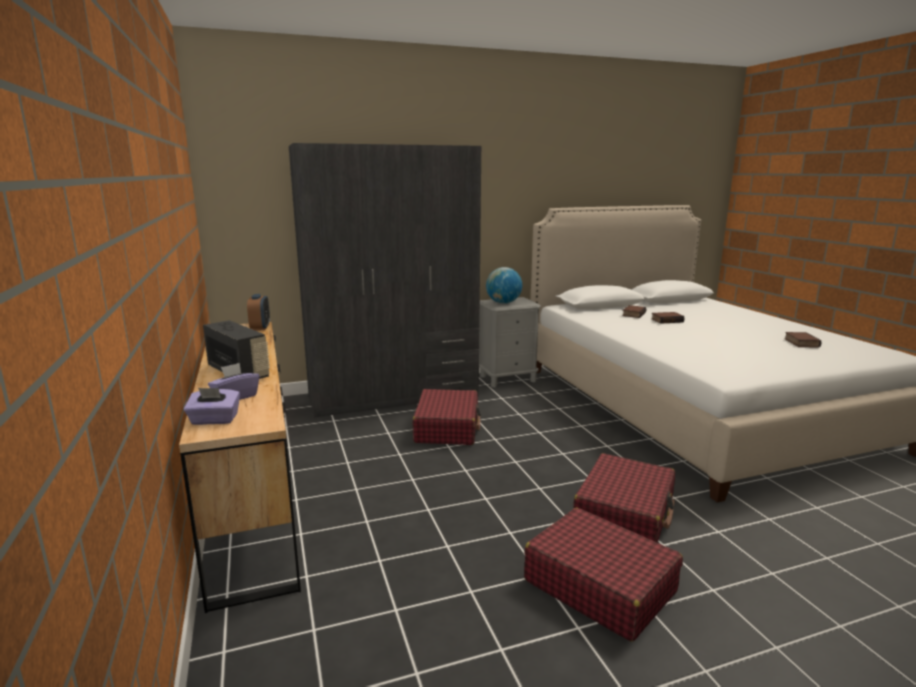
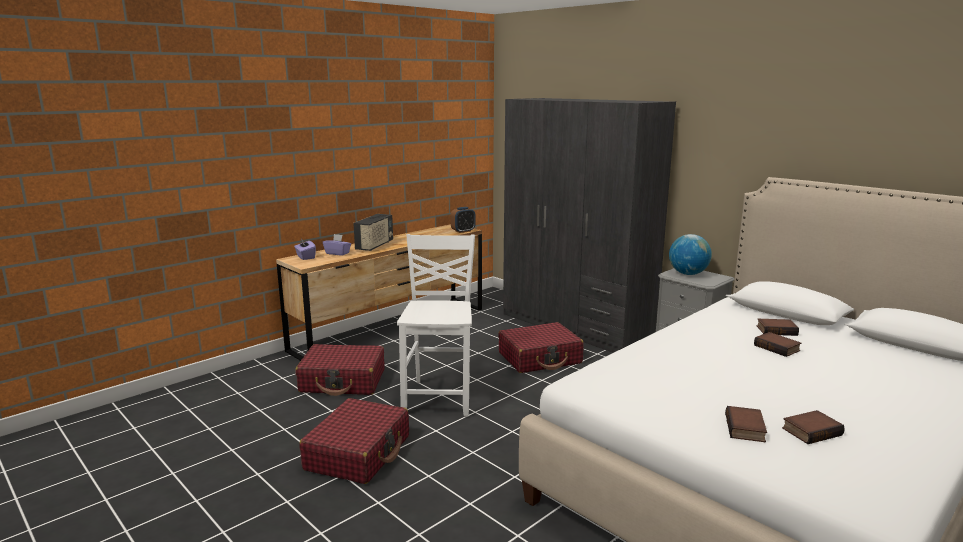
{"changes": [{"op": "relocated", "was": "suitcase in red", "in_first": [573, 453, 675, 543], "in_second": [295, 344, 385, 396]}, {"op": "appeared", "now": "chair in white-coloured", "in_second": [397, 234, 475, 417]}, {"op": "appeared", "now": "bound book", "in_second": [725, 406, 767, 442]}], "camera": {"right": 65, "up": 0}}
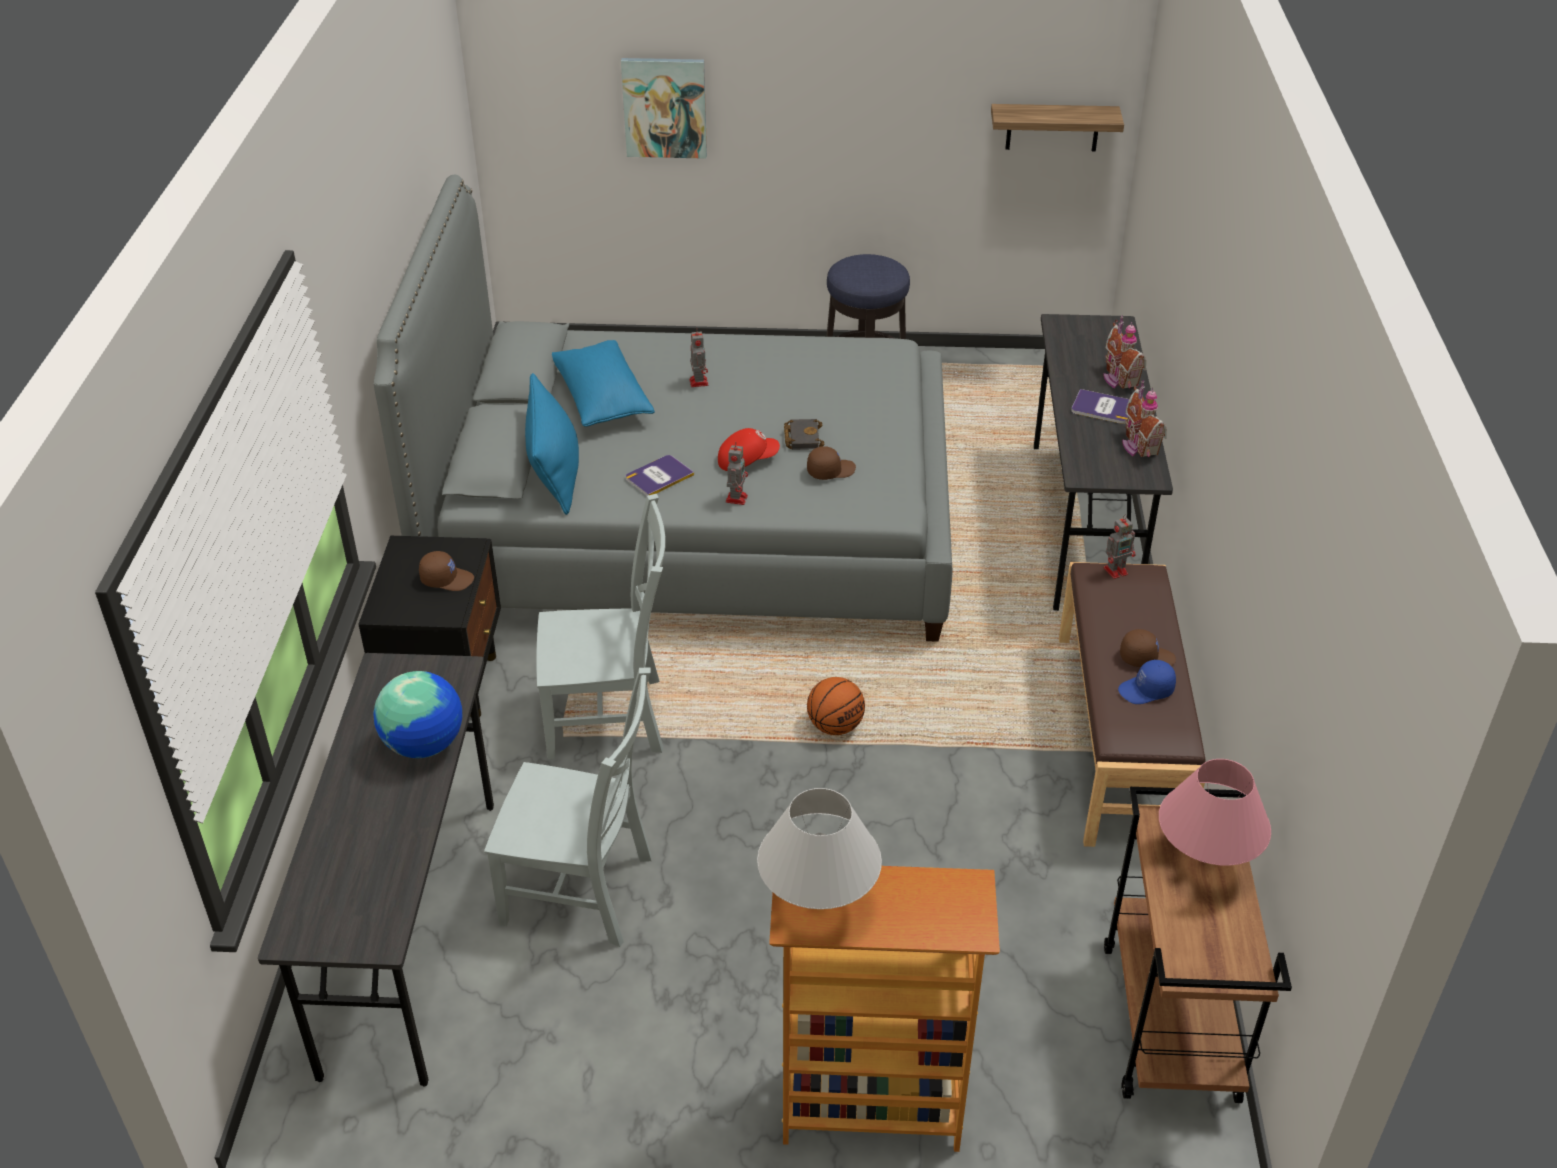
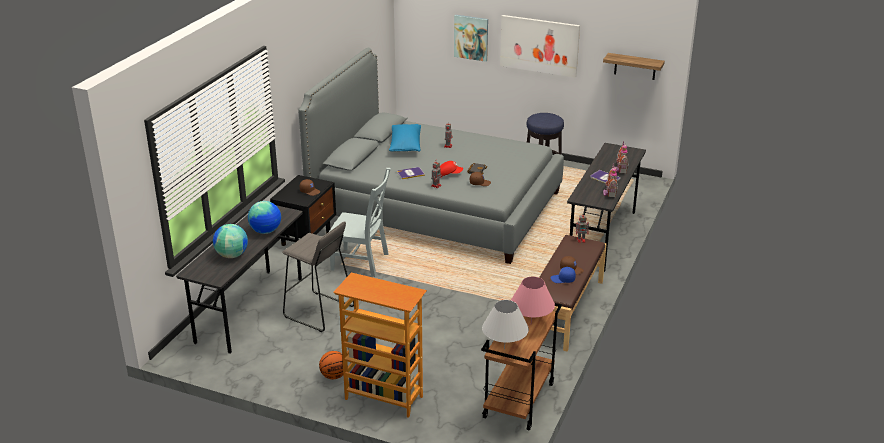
{"changes": [{"op": "appeared", "now": "world globe", "in_second": [213, 224, 248, 258]}, {"op": "exchanged", "was": "chair in gray", "now": "stool seat in gray", "in_first": [484, 667, 652, 947], "in_second": [282, 222, 354, 332]}, {"op": "relocated", "was": "basketball ball", "in_first": [807, 677, 865, 735], "in_second": [319, 351, 343, 379]}, {"op": "relocated", "was": "tabletop lamp in white-coloured", "in_first": [757, 788, 882, 909], "in_second": [482, 300, 529, 349]}, {"op": "appeared", "now": "wall picture", "in_second": [500, 15, 580, 78]}, {"op": "missing", "was": "cushion in bluish", "in_first": [525, 373, 579, 515]}], "camera": {"right": 20, "up": -10}}
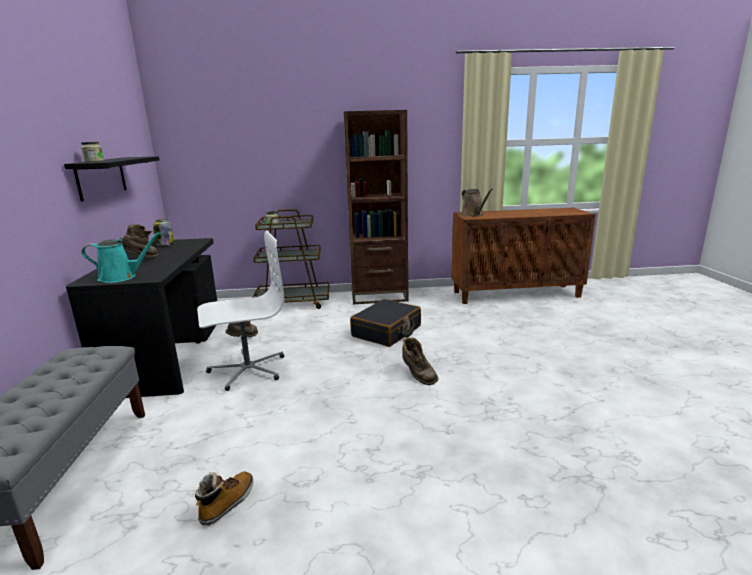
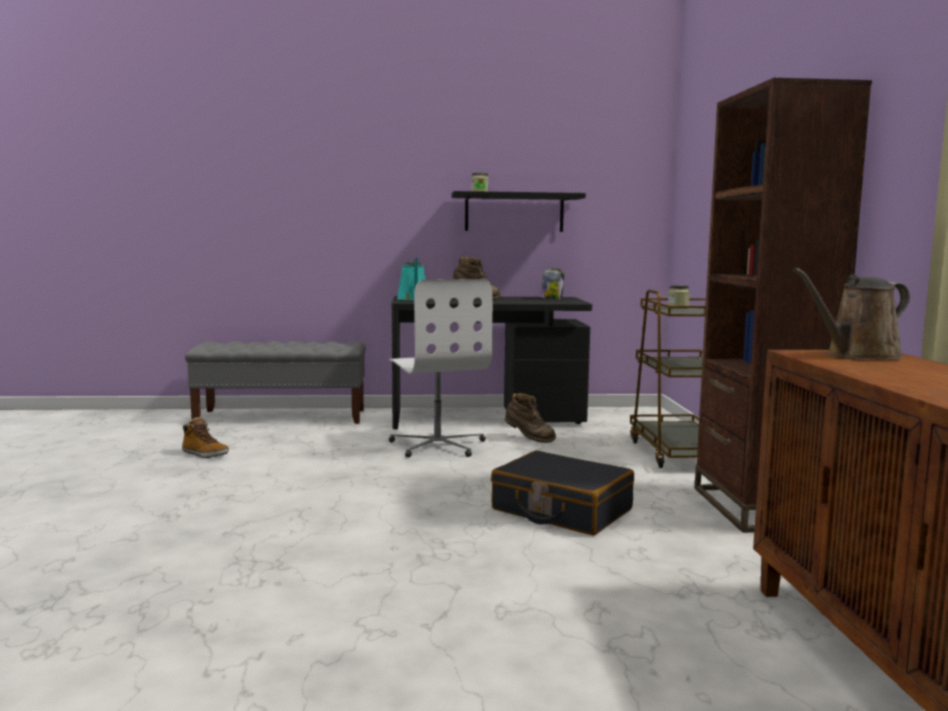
{"changes": [{"op": "missing", "was": "high-top boot in brownish", "in_first": [402, 337, 438, 385]}], "camera": {"right": 90, "up": -10}}
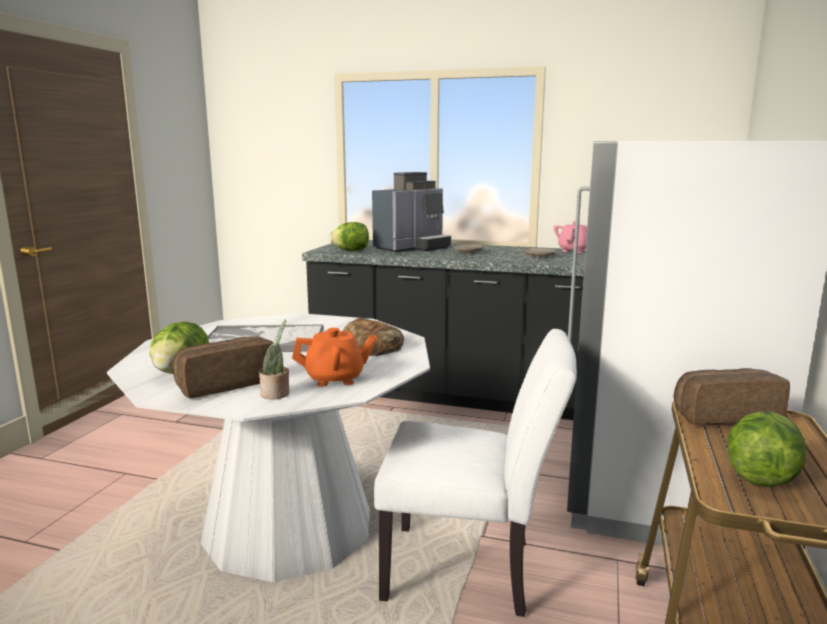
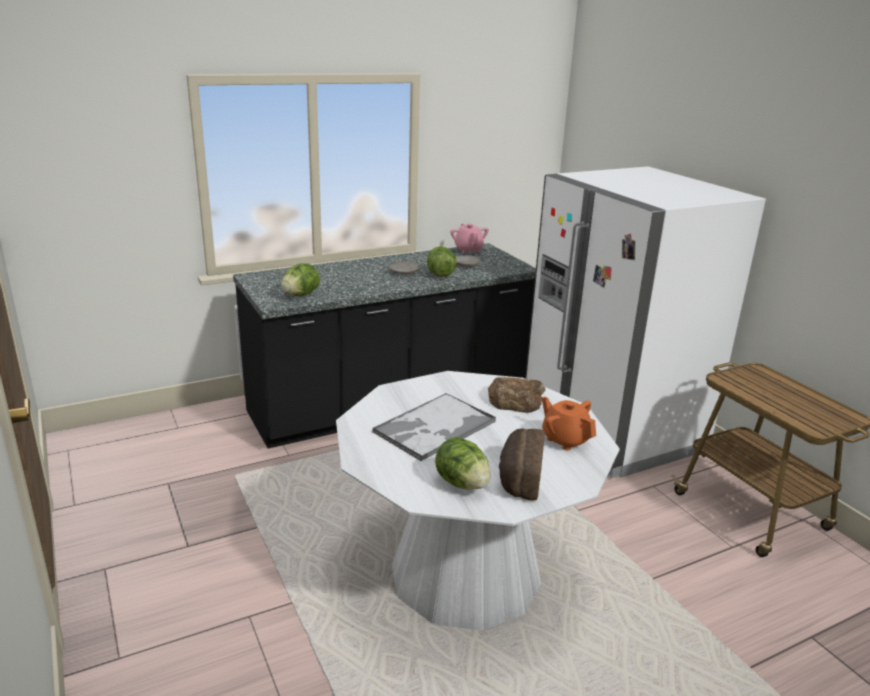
{"changes": [{"op": "relocated", "was": "lettuce", "in_first": [727, 411, 806, 487], "in_second": [427, 246, 457, 277]}, {"op": "spun", "was": "pot for tea in orange", "in_first": [292, 328, 376, 387], "in_second": [542, 397, 596, 450], "clockwise": -75}, {"op": "missing", "was": "houseplant", "in_first": [259, 320, 289, 400]}, {"op": "missing", "was": "coffee brewer", "in_first": [372, 172, 451, 252]}, {"op": "missing", "was": "chair in white-coloured", "in_first": [374, 329, 577, 617]}, {"op": "missing", "was": "baked bread", "in_first": [674, 368, 790, 426]}], "camera": {"right": -45, "up": 10}}
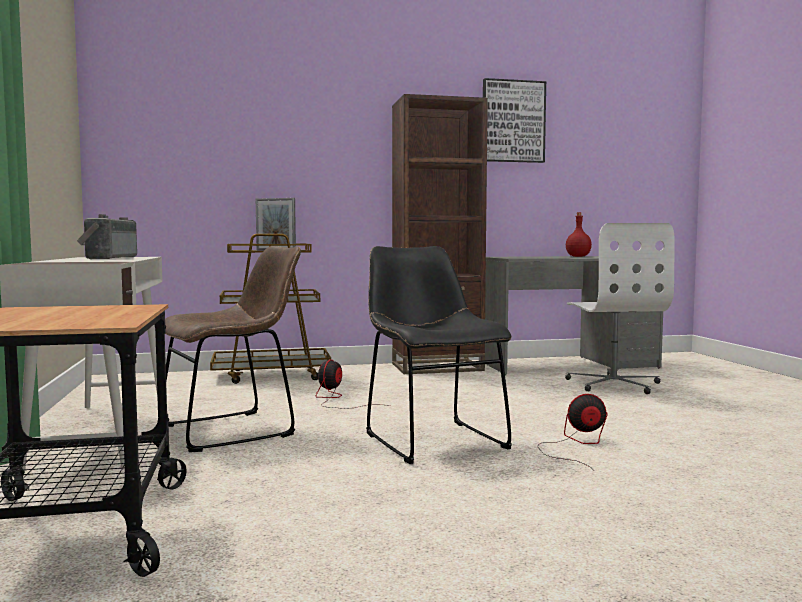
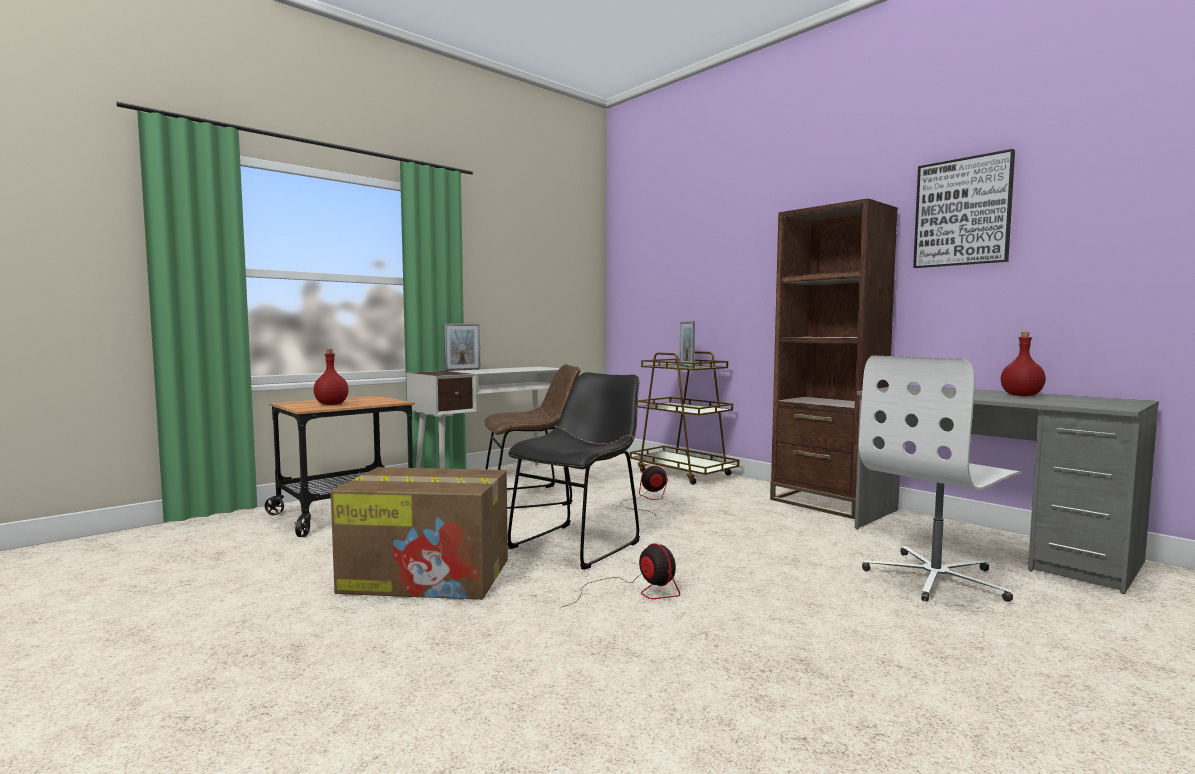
{"changes": [{"op": "appeared", "now": "beverage bottle in red", "in_second": [314, 349, 349, 405]}, {"op": "appeared", "now": "packing box", "in_second": [331, 467, 508, 600]}, {"op": "appeared", "now": "standing frame", "in_second": [444, 323, 480, 371]}, {"op": "spun", "was": "chair in brownish", "in_first": [165, 246, 301, 452], "in_second": [484, 364, 580, 509], "clockwise": -45}, {"op": "missing", "was": "radio receiver", "in_first": [77, 214, 137, 259]}], "camera": {"right": 60, "up": 0}}
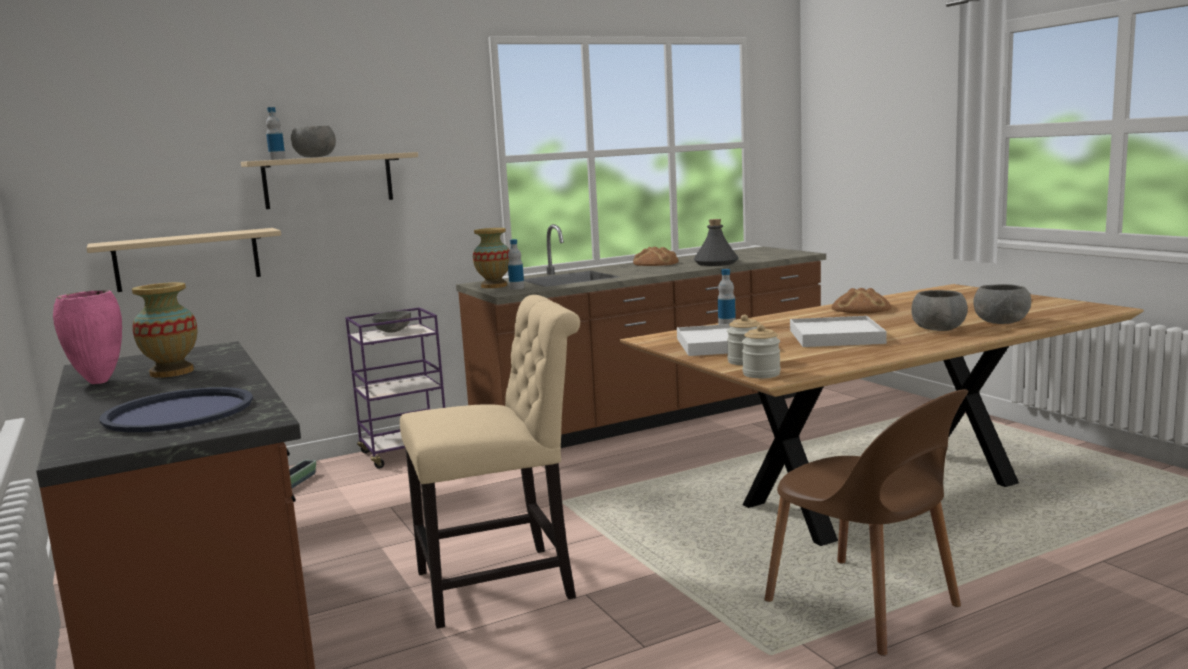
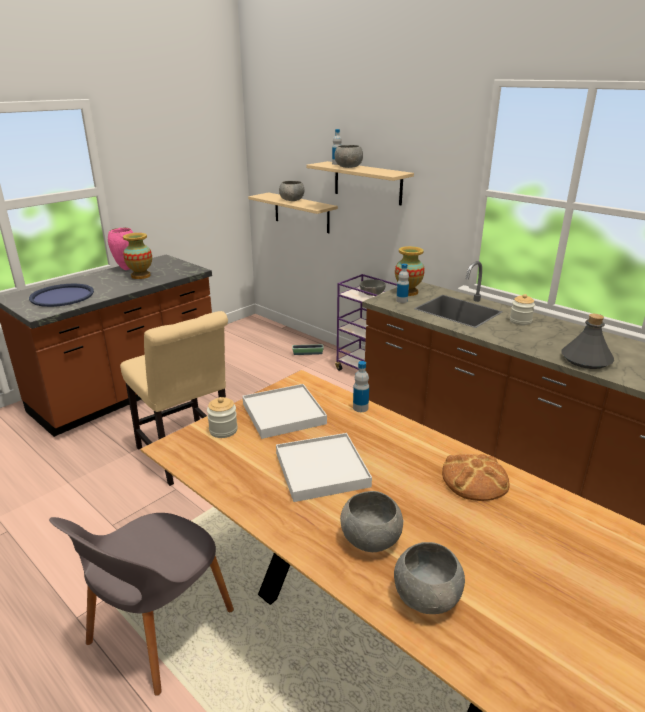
{"changes": [{"op": "colour", "was": "chair in brownish", "now": "chair in gray", "in_first": [764, 389, 968, 656], "in_second": [49, 513, 234, 696]}, {"op": "appeared", "now": "serving bowl in gray", "in_second": [279, 181, 304, 201]}, {"op": "relocated", "was": "storage jar", "in_first": [742, 324, 781, 378], "in_second": [510, 294, 535, 325]}, {"op": "missing", "was": "baked bread", "in_first": [633, 247, 679, 266]}], "camera": {"right": 70, "up": 15}}
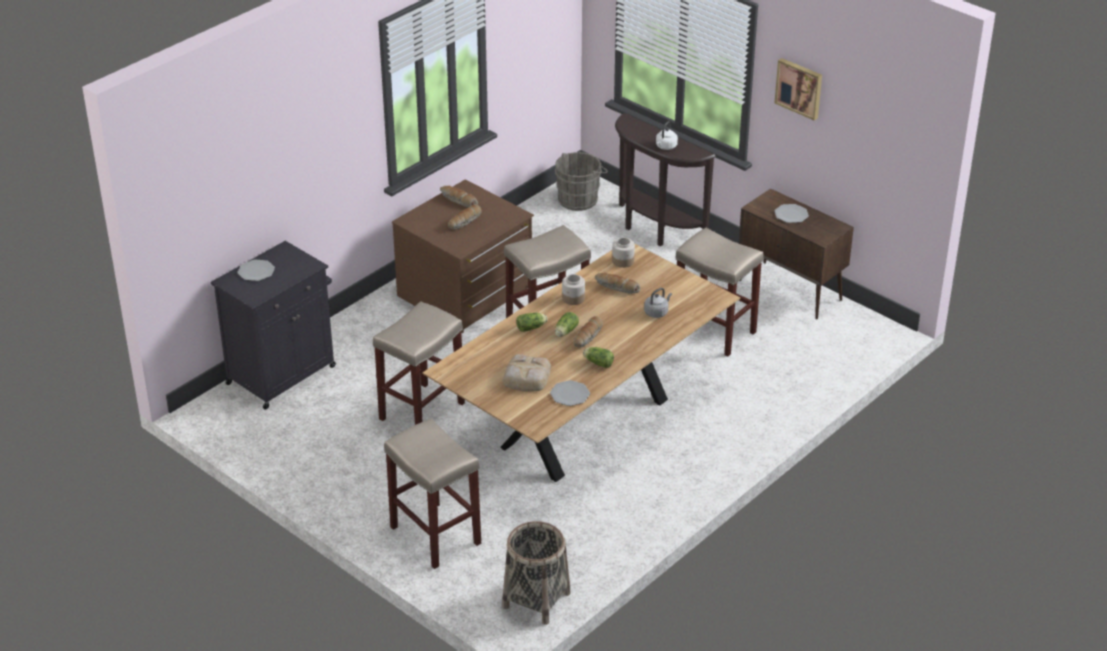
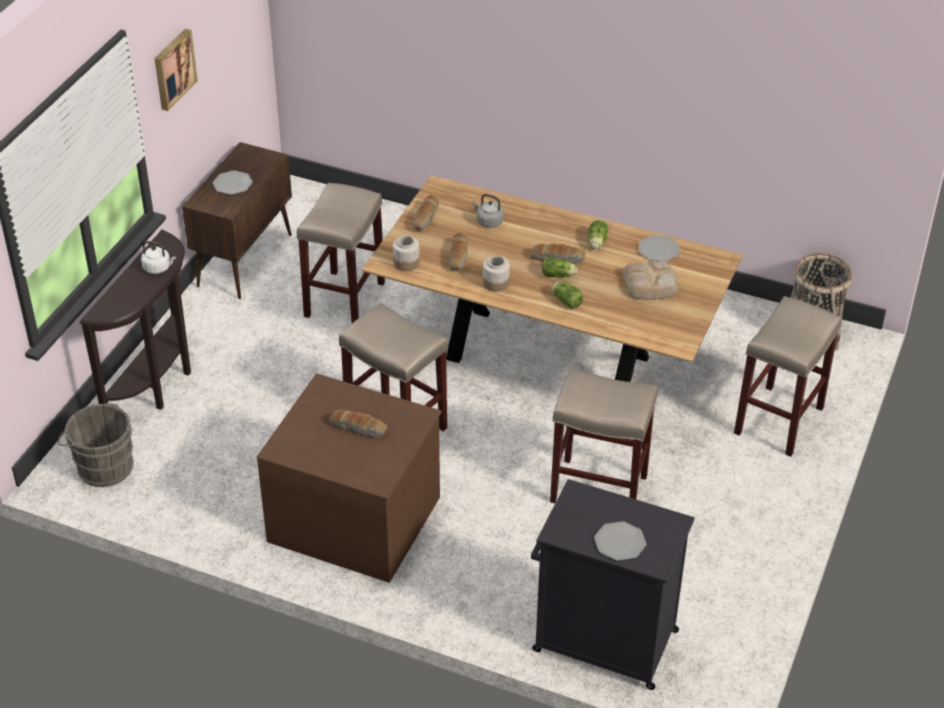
{"changes": [{"op": "relocated", "was": "baked bread", "in_first": [440, 186, 478, 207], "in_second": [413, 195, 439, 231]}], "camera": {"right": -110, "up": 5}}
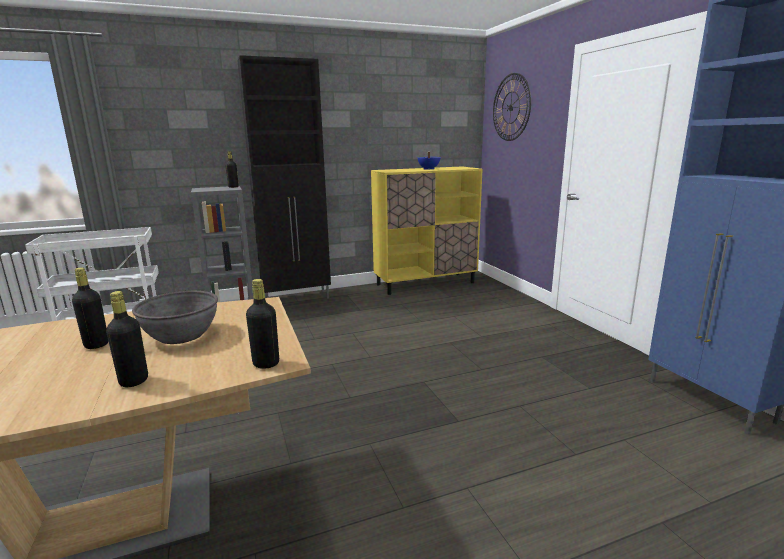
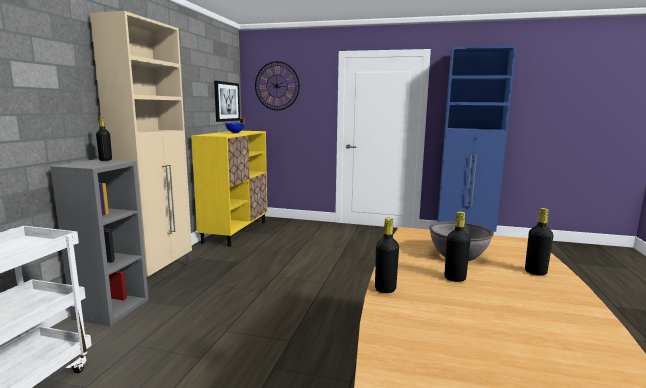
{"changes": [{"op": "colour", "was": "storage cabinet in black-coloured", "now": "storage cabinet in beige", "in_first": [238, 55, 331, 299], "in_second": [90, 11, 192, 292]}, {"op": "appeared", "now": "wall picture", "in_second": [214, 81, 240, 122]}, {"op": "relocated", "was": "beverage bottle in black-coloured", "in_first": [246, 279, 279, 369], "in_second": [375, 218, 399, 293]}], "camera": {"right": -55, "up": -5}}
